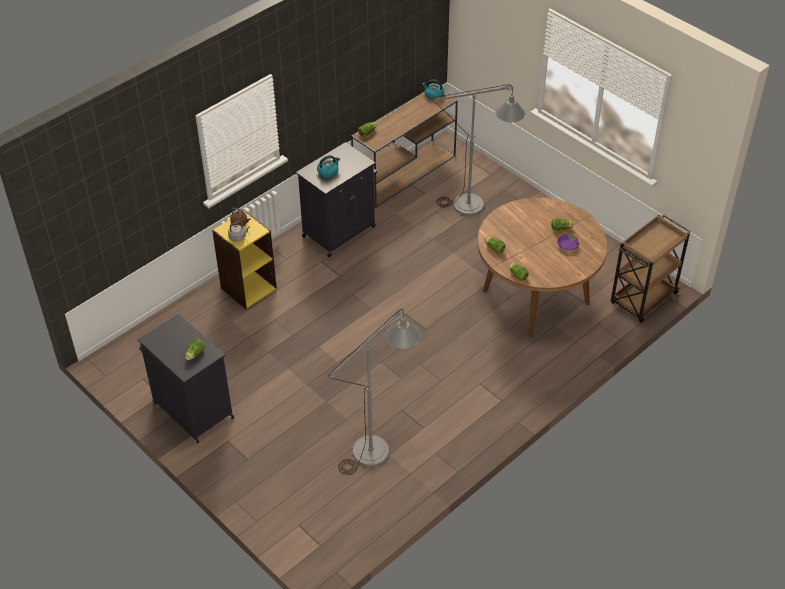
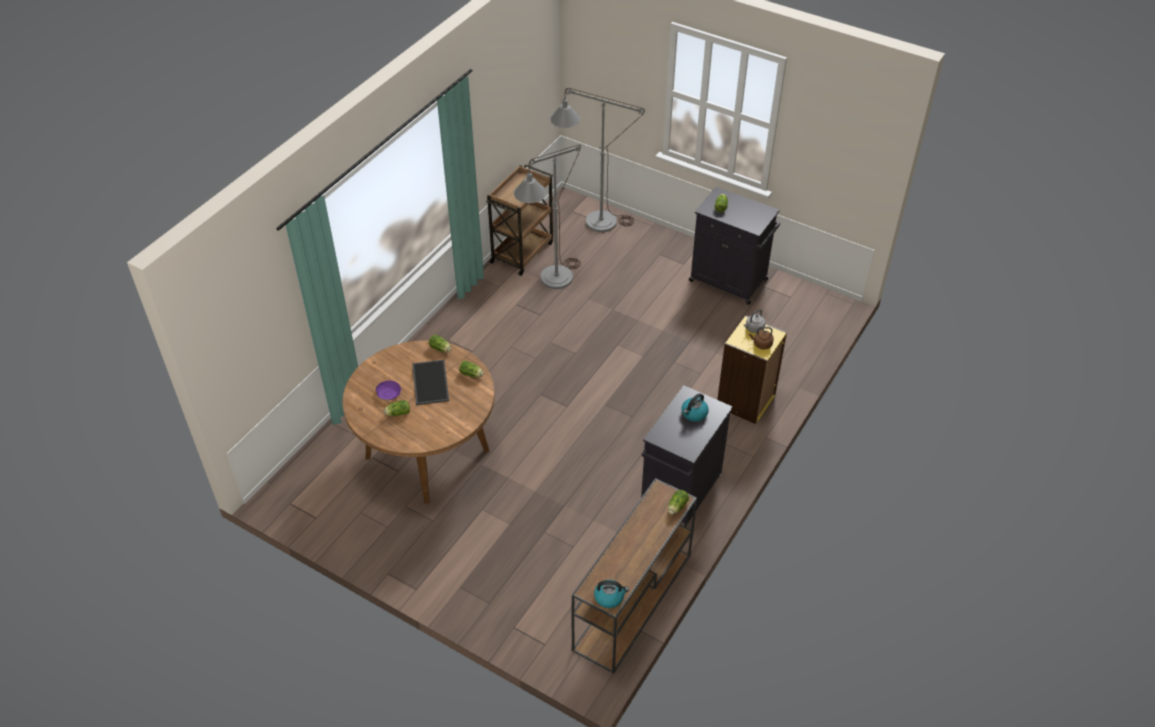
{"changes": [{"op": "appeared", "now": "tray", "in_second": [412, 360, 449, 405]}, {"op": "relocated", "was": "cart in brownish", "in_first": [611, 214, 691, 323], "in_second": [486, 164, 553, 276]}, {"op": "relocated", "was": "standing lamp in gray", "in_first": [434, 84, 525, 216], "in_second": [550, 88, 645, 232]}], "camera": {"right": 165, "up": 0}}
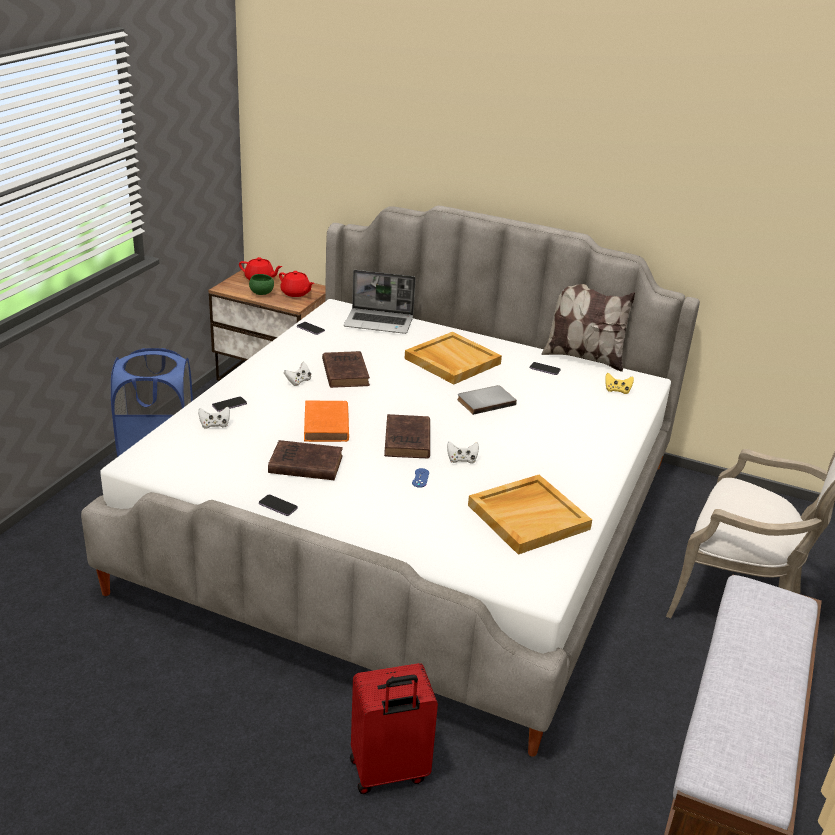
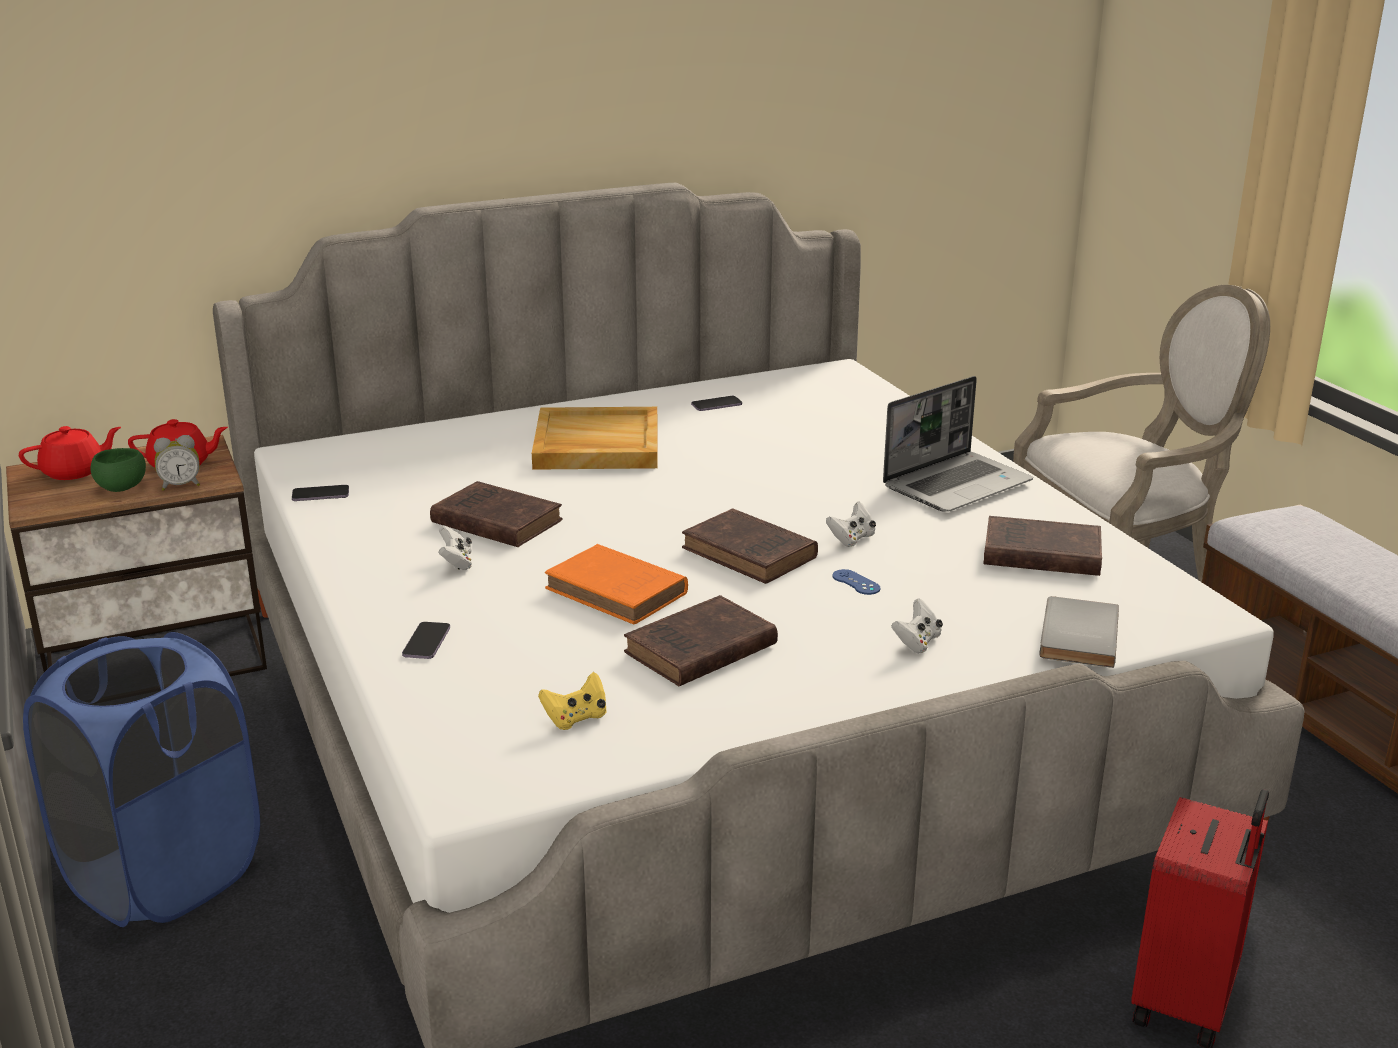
{"changes": [{"op": "appeared", "now": "table clock", "in_second": [154, 435, 200, 491]}, {"op": "relocated", "was": "game controller in yellow", "in_first": [605, 373, 634, 394], "in_second": [538, 672, 607, 730]}, {"op": "relocated", "was": "portable computer", "in_first": [344, 270, 416, 334], "in_second": [883, 376, 1033, 512]}, {"op": "relocated", "was": "game controller in white-coloured", "in_first": [198, 407, 230, 429], "in_second": [892, 598, 943, 653]}, {"op": "exchanged", "was": "tray in beige", "now": "bound book in brownish", "in_first": [468, 475, 592, 555], "in_second": [983, 516, 1102, 576]}, {"op": "relocated", "was": "bound book in gray", "in_first": [457, 385, 517, 415], "in_second": [1039, 596, 1119, 668]}, {"op": "missing", "was": "phone", "in_first": [259, 495, 298, 516]}, {"op": "missing", "was": "cushion", "in_first": [541, 284, 635, 372]}], "camera": {"right": -45, "up": -5}}
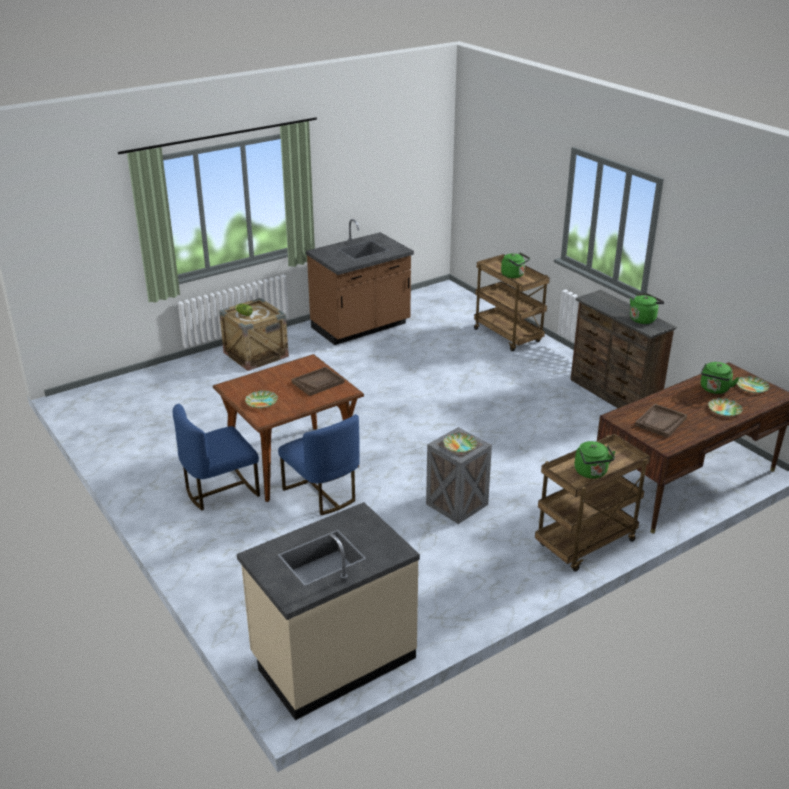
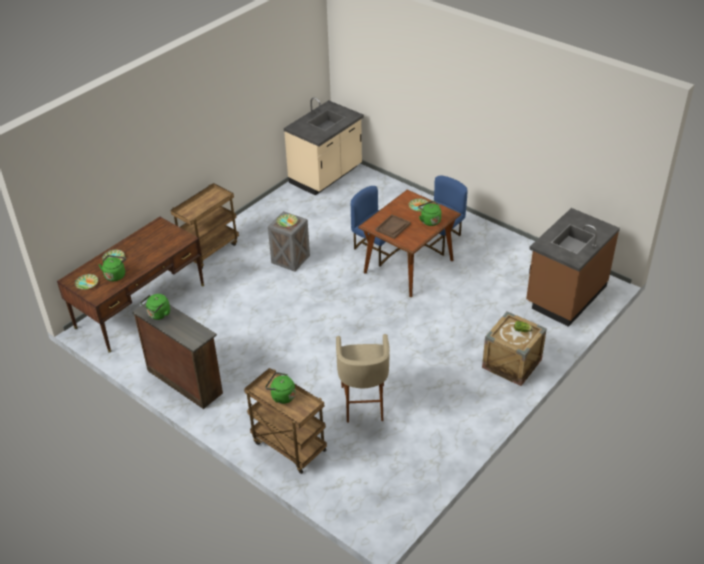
{"changes": [{"op": "appeared", "now": "stool seat in beige", "in_second": [336, 334, 390, 423]}, {"op": "relocated", "was": "tea kettle in green-coloured", "in_first": [574, 441, 615, 479], "in_second": [418, 201, 441, 226]}, {"op": "relocated", "was": "kitchen base unit in brownish", "in_first": [306, 219, 414, 345], "in_second": [526, 208, 620, 327]}, {"op": "missing", "was": "tray in brownish", "in_first": [635, 404, 687, 438]}], "camera": {"right": 165, "up": 10}}
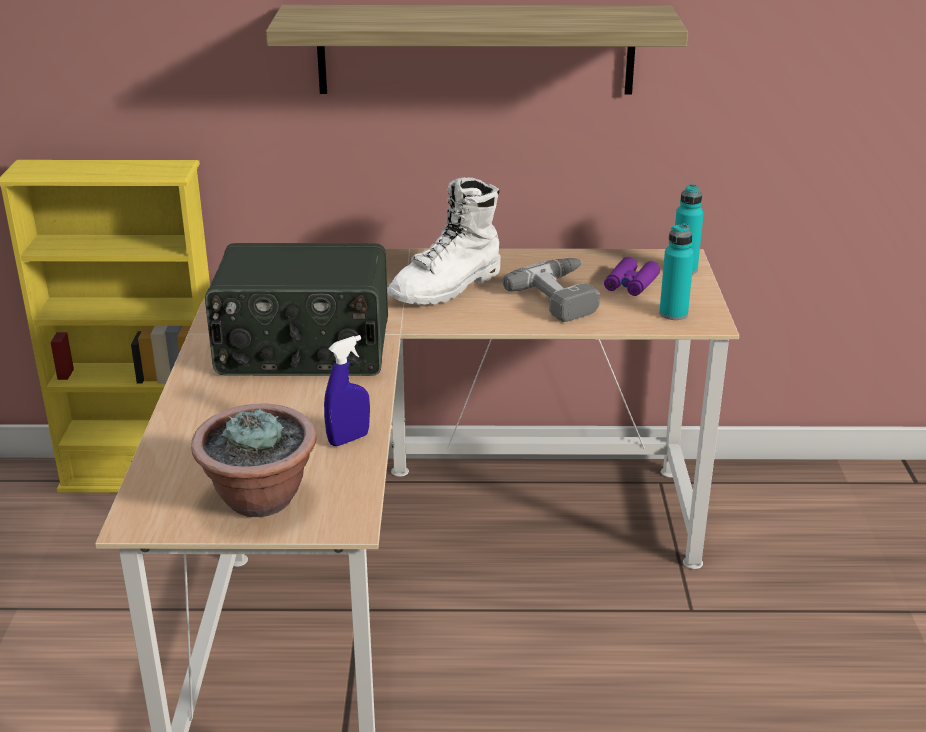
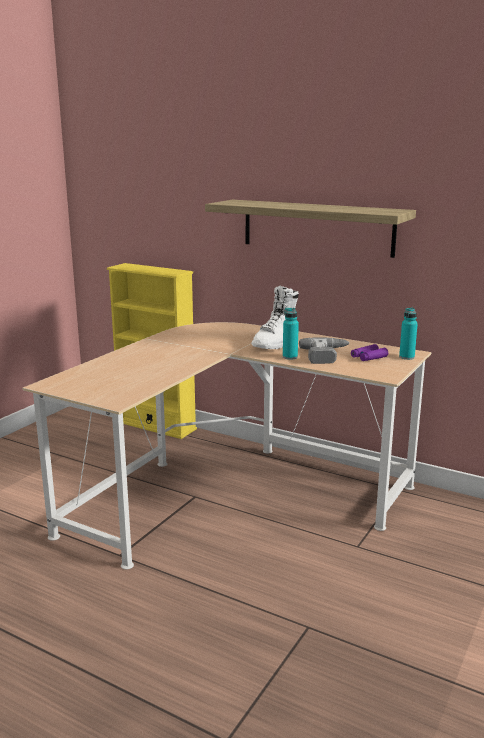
{"changes": [{"op": "spun", "was": "high-top boot in white-coloured", "in_first": [388, 177, 500, 305], "in_second": [251, 285, 299, 349], "clockwise": -45}, {"op": "relocated", "was": "beverage bottle in turquoise-coloured", "in_first": [659, 223, 694, 320], "in_second": [283, 308, 299, 360]}, {"op": "missing", "was": "houseplant", "in_first": [191, 403, 317, 517]}, {"op": "missing", "was": "radio receiver", "in_first": [205, 243, 388, 376]}, {"op": "missing", "was": "sprayer in bluish", "in_first": [324, 335, 370, 446]}], "camera": {"right": 30, "up": -10}}
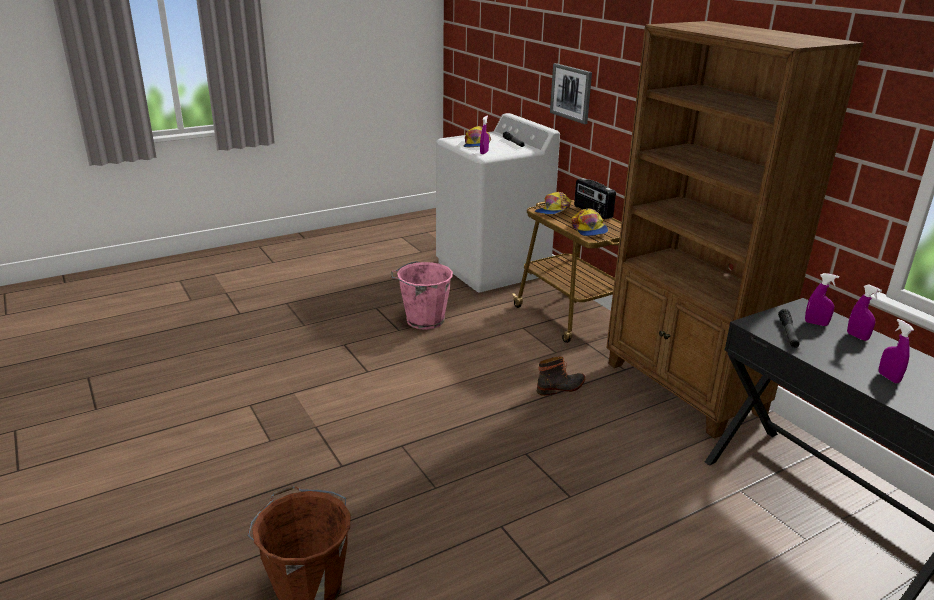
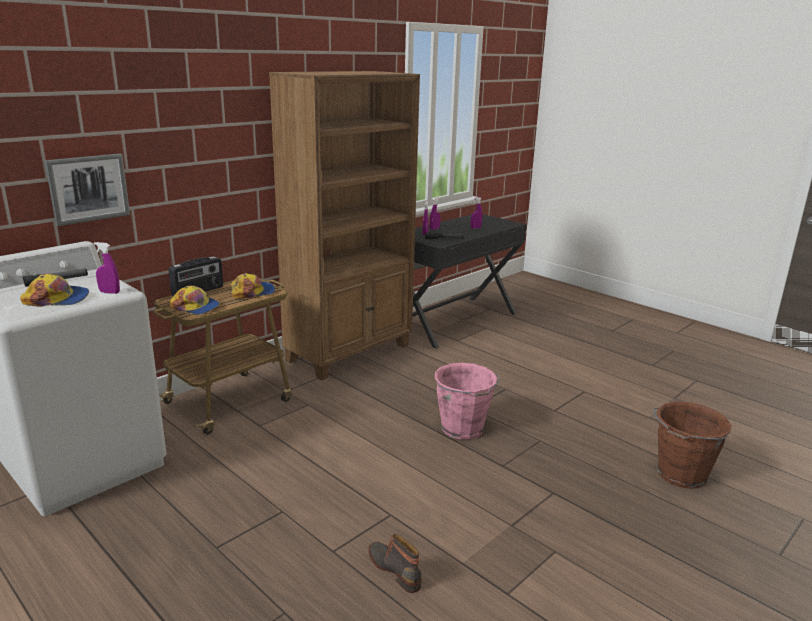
{"changes": [{"op": "relocated", "was": "high-top boot", "in_first": [537, 356, 585, 396], "in_second": [368, 534, 422, 593]}, {"op": "relocated", "was": "water bucket in pinkish", "in_first": [391, 261, 453, 330], "in_second": [435, 363, 499, 440]}], "camera": {"right": -105, "up": -5}}
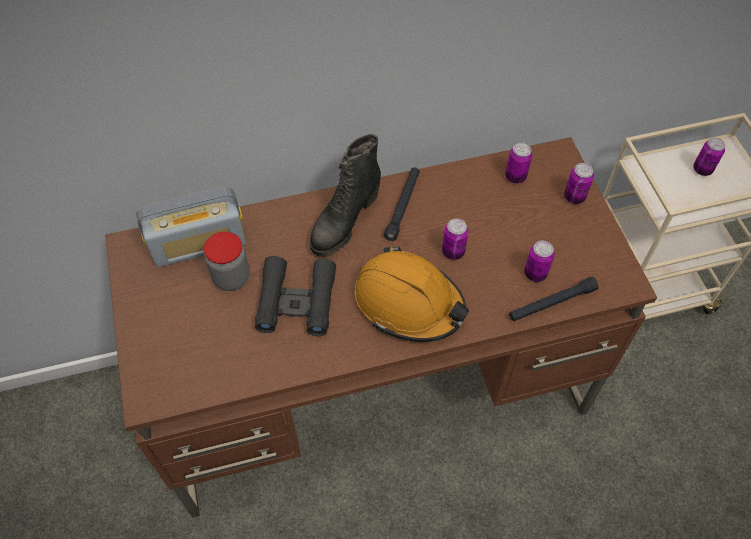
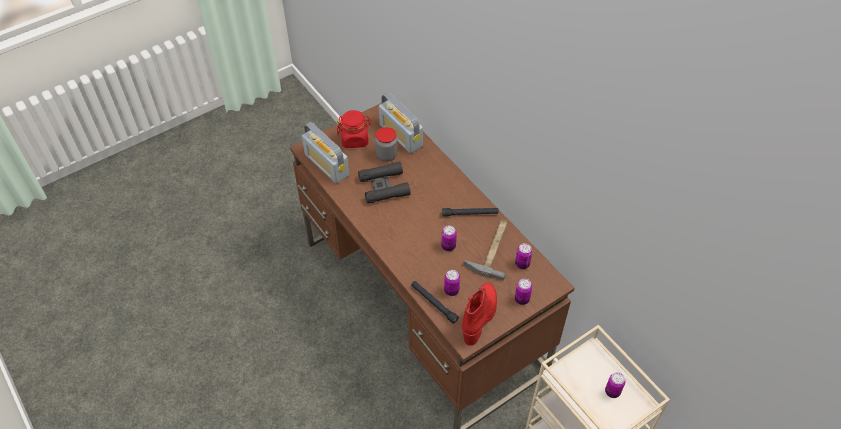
{"changes": [{"op": "appeared", "now": "radio receiver", "in_second": [302, 122, 349, 184]}, {"op": "appeared", "now": "storage jar in red", "in_second": [337, 110, 372, 148]}, {"op": "appeared", "now": "high-top boot in red", "in_second": [462, 283, 497, 345]}, {"op": "appeared", "now": "hammer", "in_second": [463, 220, 508, 280]}, {"op": "missing", "was": "high-top boot in black-coloured", "in_first": [310, 134, 381, 256]}, {"op": "missing", "was": "work helmet in orange", "in_first": [355, 246, 469, 342]}], "camera": {"right": 70, "up": -5}}
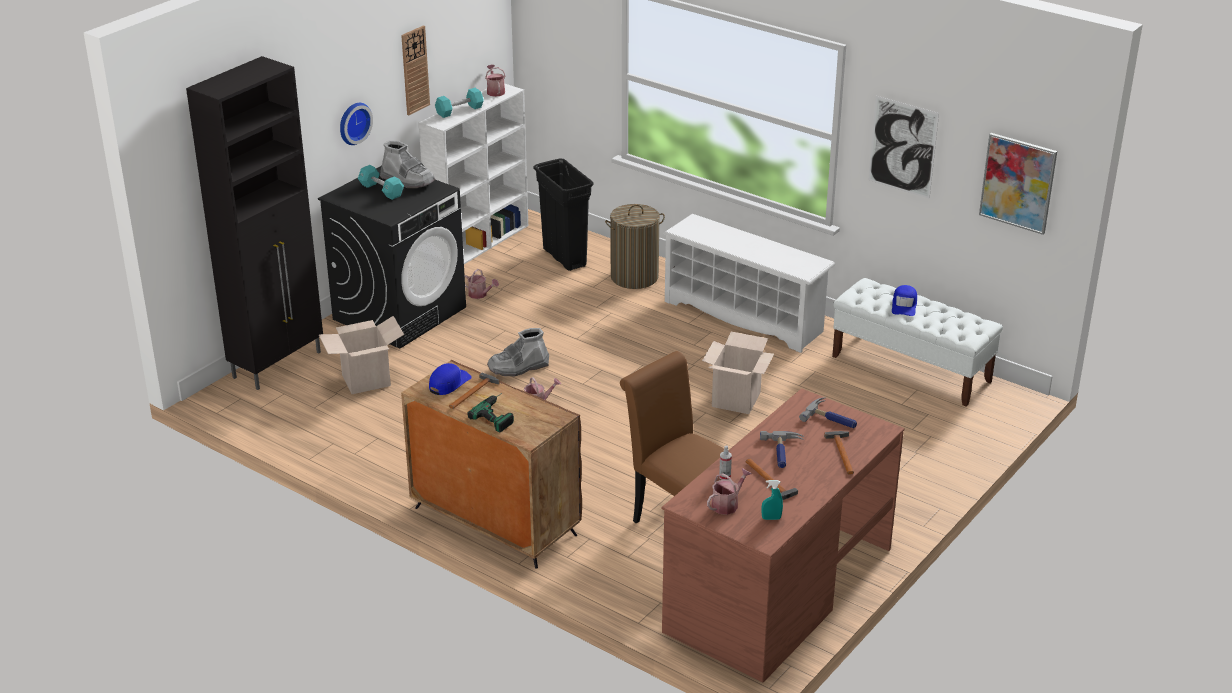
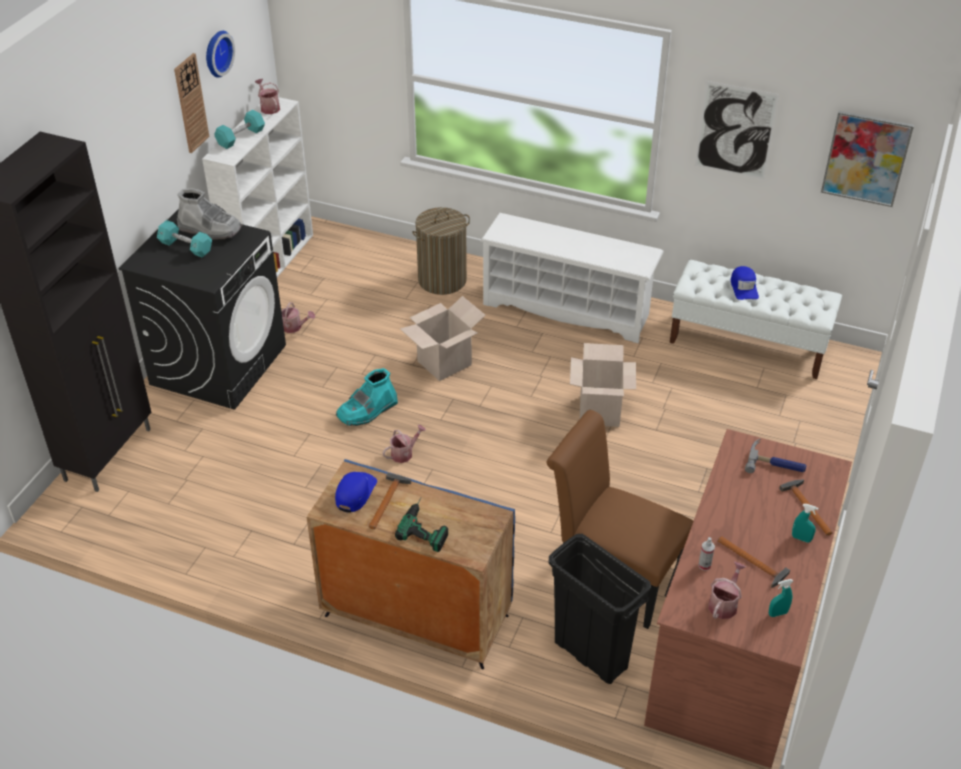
{"changes": [{"op": "relocated", "was": "hanging clock", "in_first": [340, 103, 373, 145], "in_second": [206, 31, 235, 78]}, {"op": "colour", "was": "storage cabinet in brownish", "now": "storage cabinet in bluish", "in_first": [401, 360, 582, 569], "in_second": [307, 459, 515, 670]}, {"op": "colour", "was": "high-top boot in gray", "now": "high-top boot in turquoise-coloured", "in_first": [487, 328, 549, 376], "in_second": [336, 368, 398, 426]}, {"op": "relocated", "was": "packing box", "in_first": [319, 316, 404, 394], "in_second": [400, 296, 486, 381]}, {"op": "relocated", "was": "trash can in black-coloured", "in_first": [534, 159, 594, 271], "in_second": [549, 534, 651, 684]}, {"op": "appeared", "now": "sprayer in turquoise-coloured", "in_second": [792, 504, 819, 543]}, {"op": "missing", "was": "hammer", "in_first": [760, 431, 804, 468]}], "camera": {"right": -15, "up": 10}}
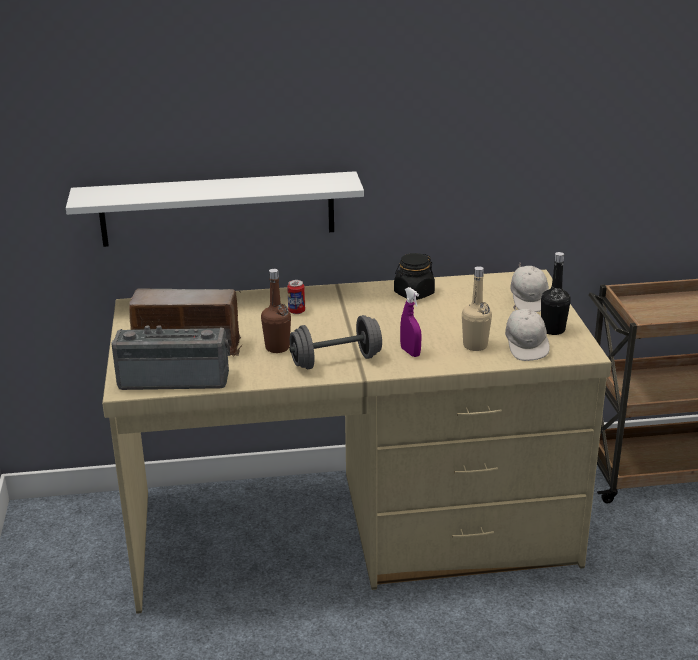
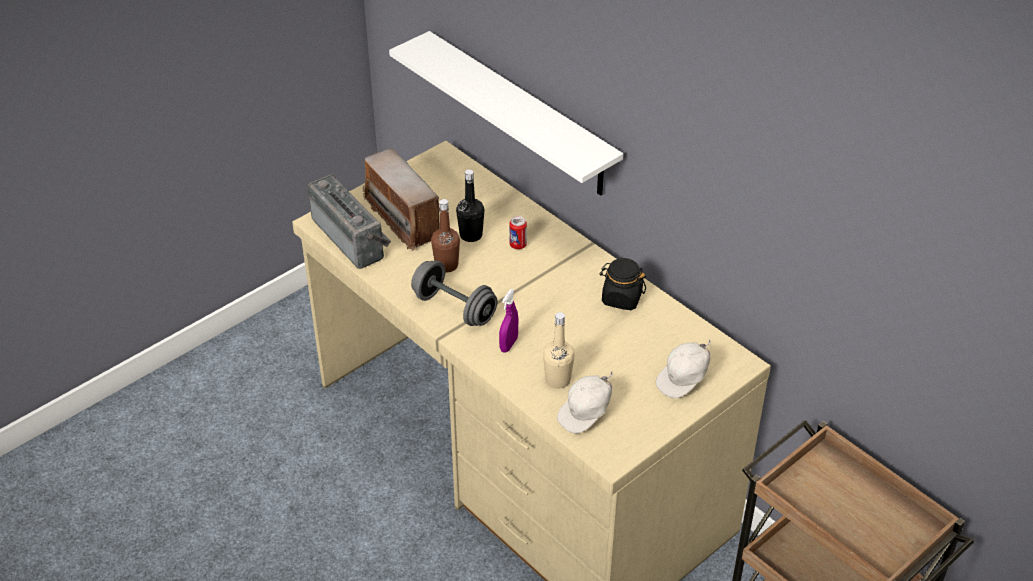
{"changes": [{"op": "relocated", "was": "beverage bottle in black-coloured", "in_first": [541, 252, 571, 335], "in_second": [456, 169, 484, 242]}], "camera": {"right": 55, "up": 15}}
